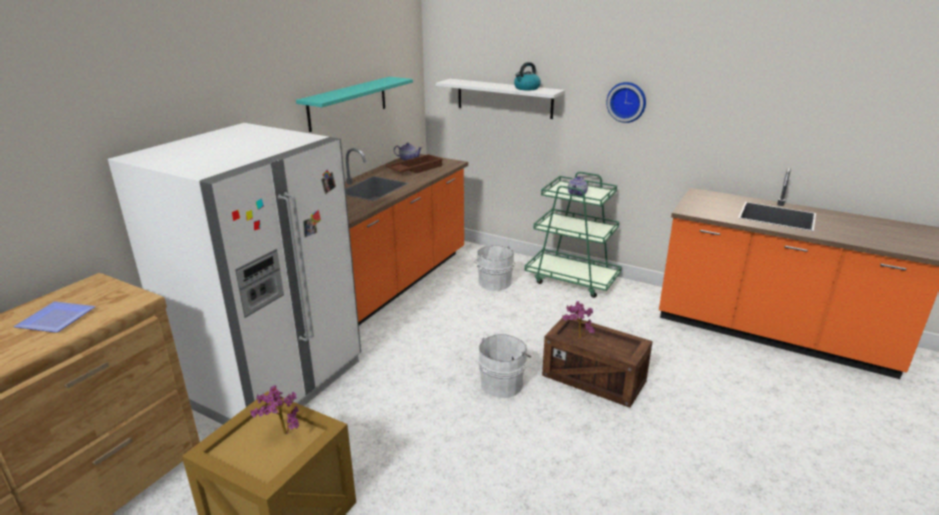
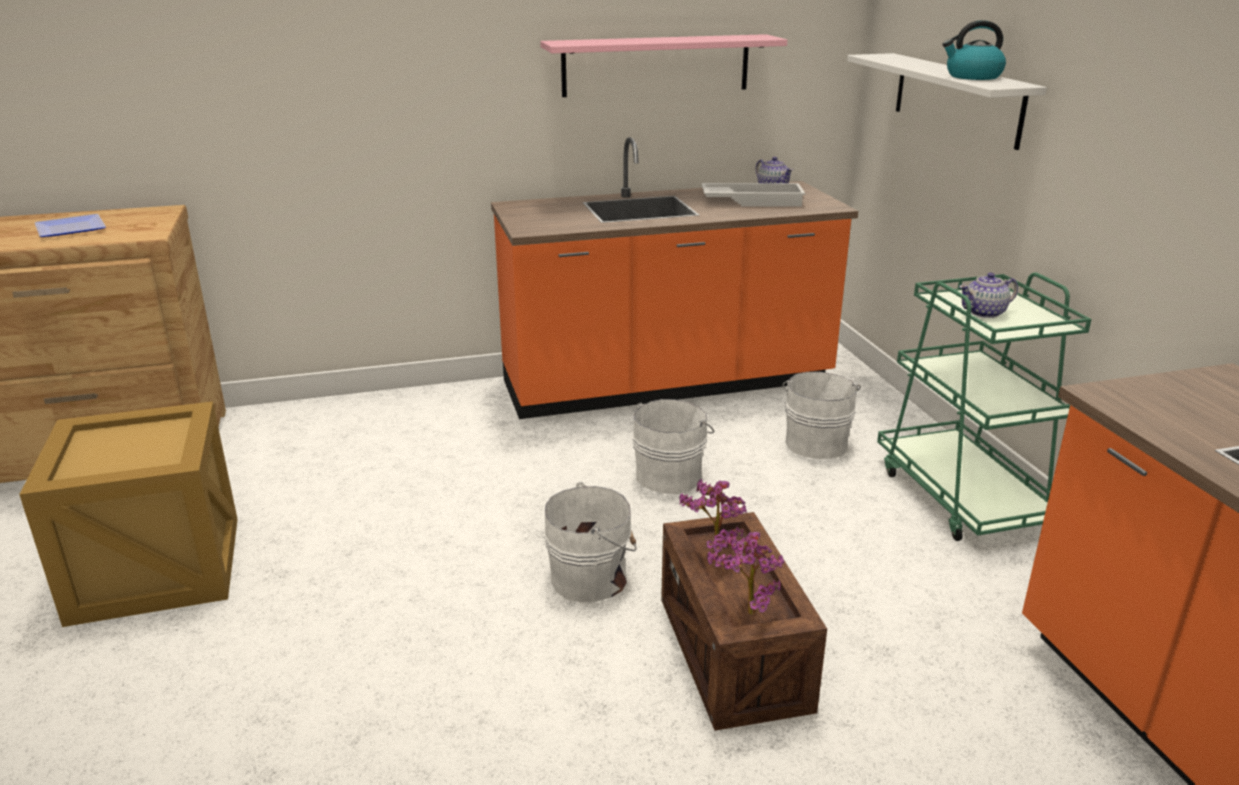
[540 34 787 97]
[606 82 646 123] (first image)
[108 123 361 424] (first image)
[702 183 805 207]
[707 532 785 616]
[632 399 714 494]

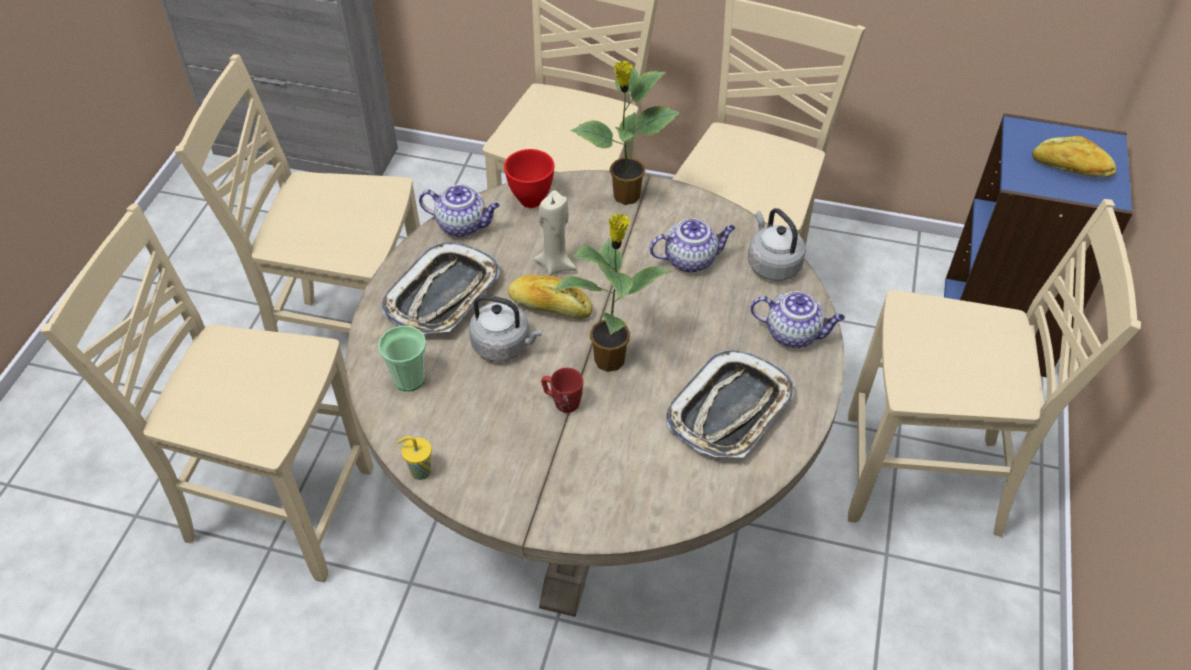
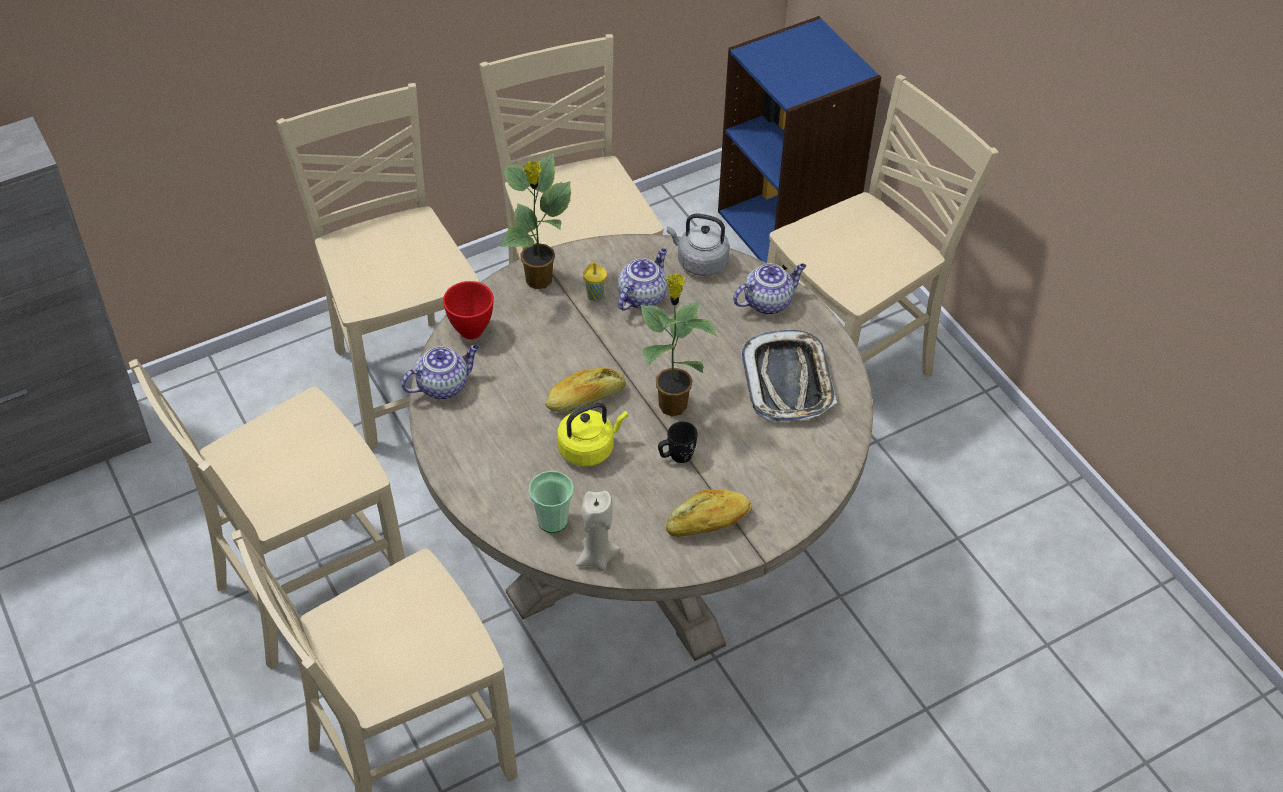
[666 489 752 537]
[575 491 621 571]
[382 243 499 334] (first image)
[557 402 628 467]
[658 421 698 463]
[583 262 607 301]

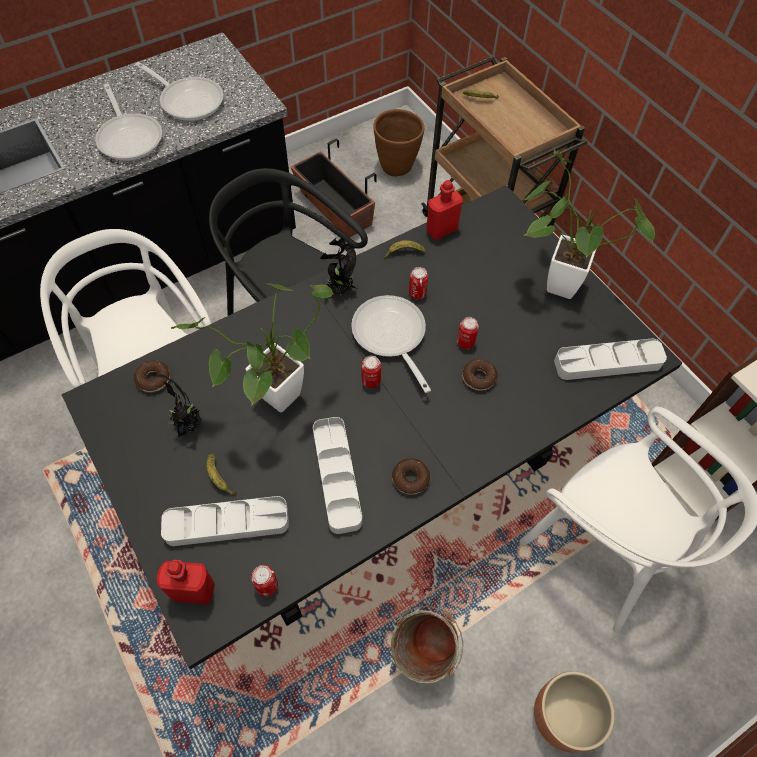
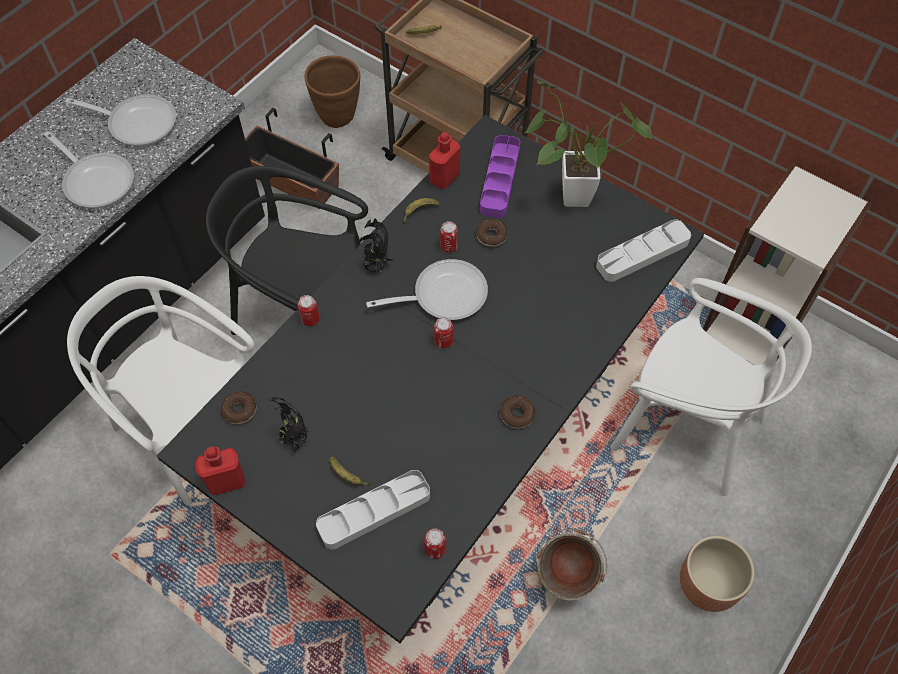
[171 283 334 413] (first image)
[366 259 488 320]
[298 295 319 326]
[476 219 508 247]
[313 417 362 534] (first image)
[195 446 245 496]
[480 135 520 218]

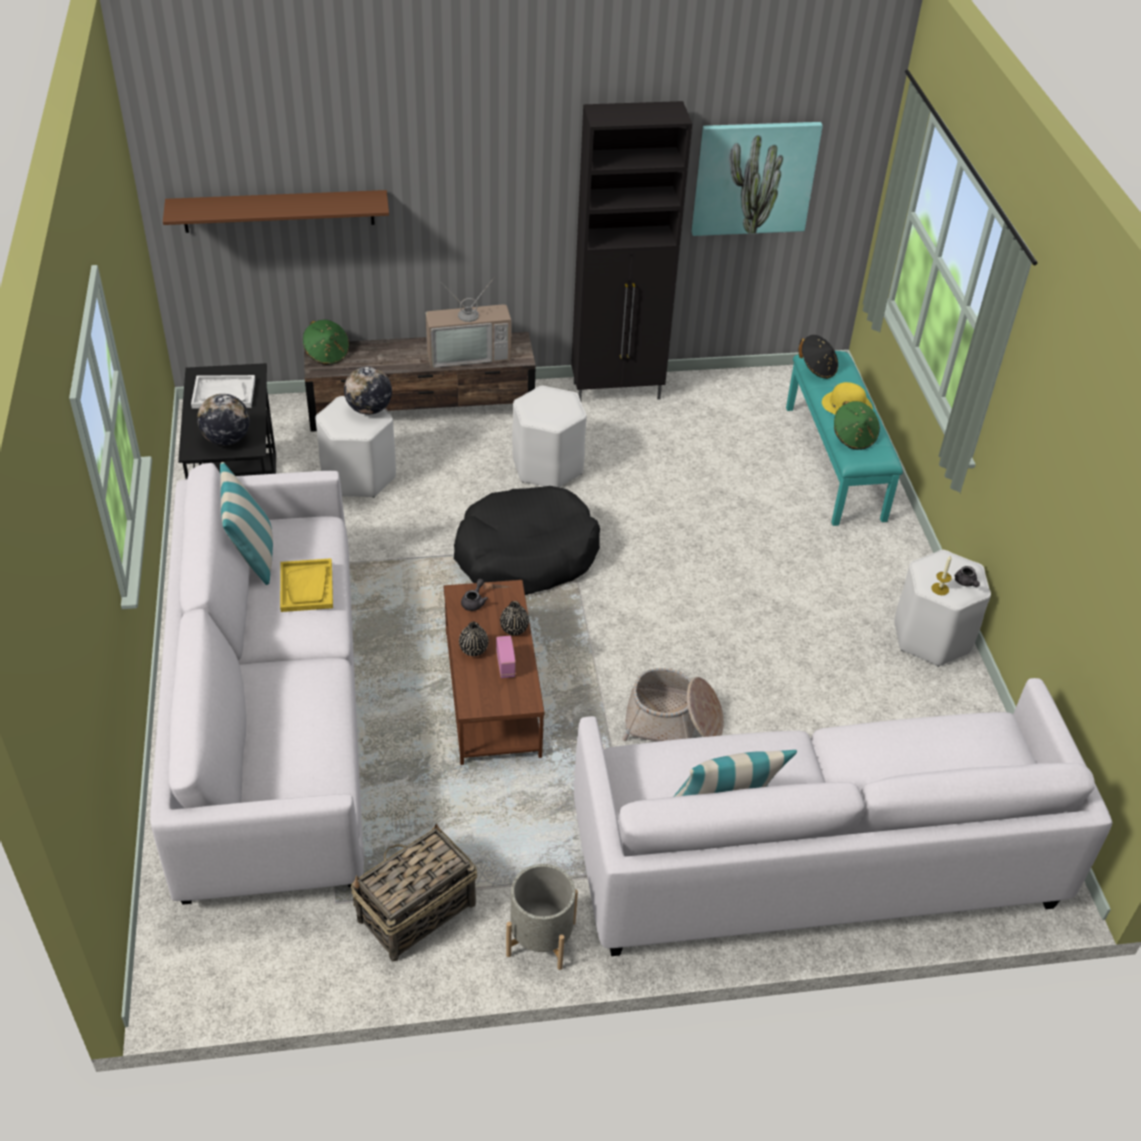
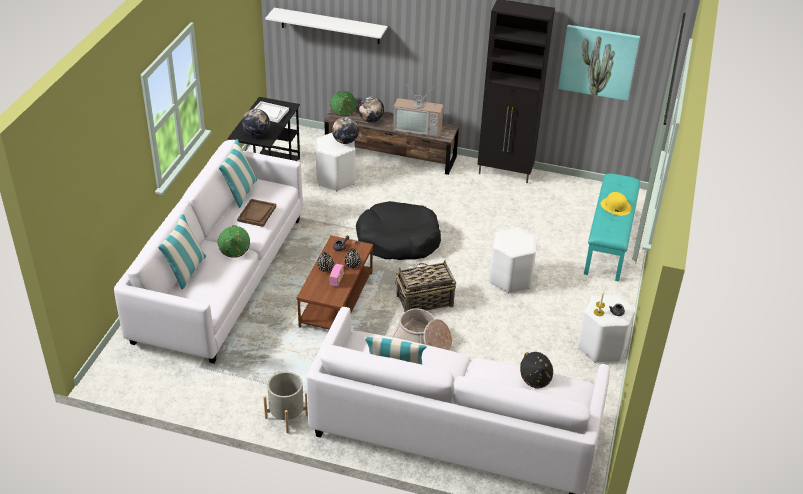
[265 8 387 44]
[520 352 553 388]
[489 227 538 293]
[217 225 250 258]
[237 199 276 227]
[396 260 456 312]
[358 96 384 122]
[158 214 206 290]

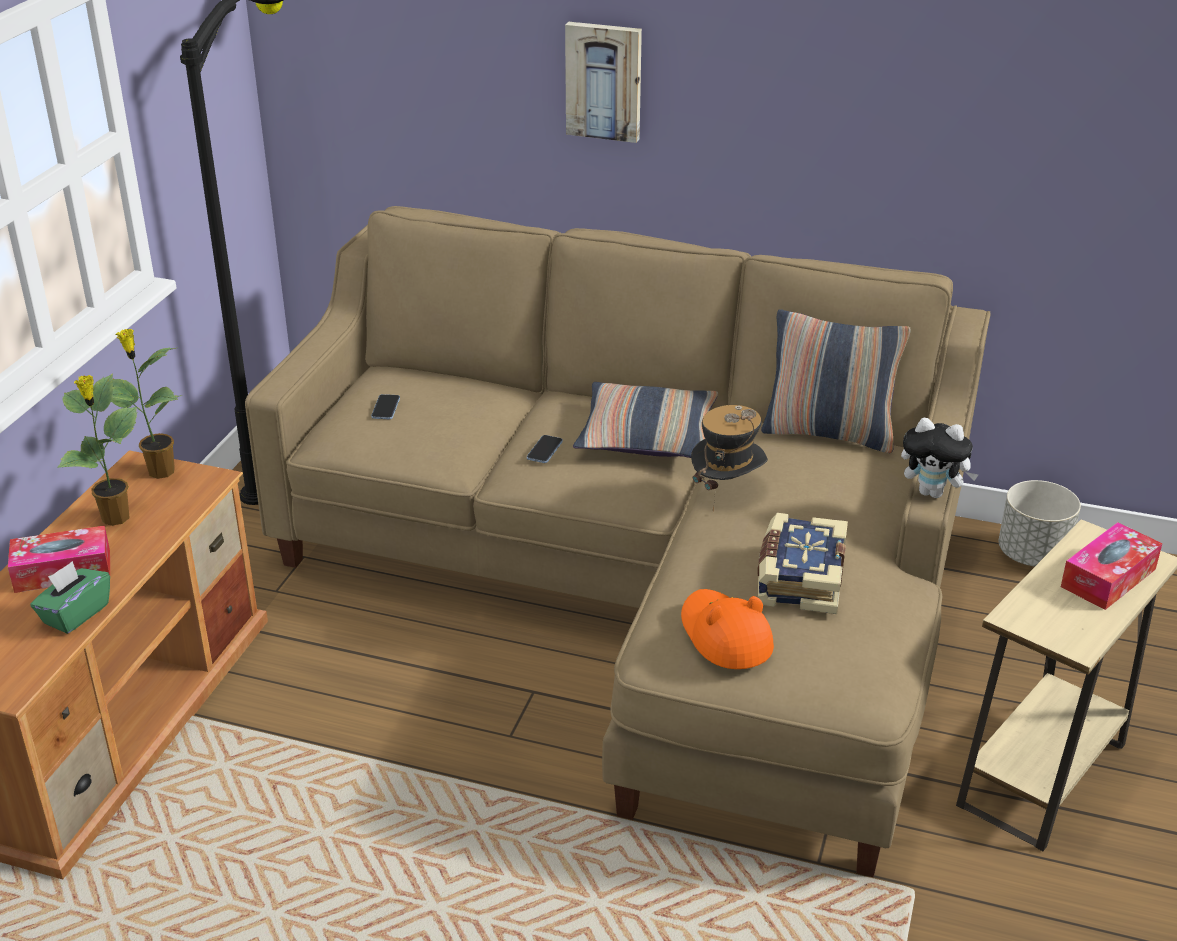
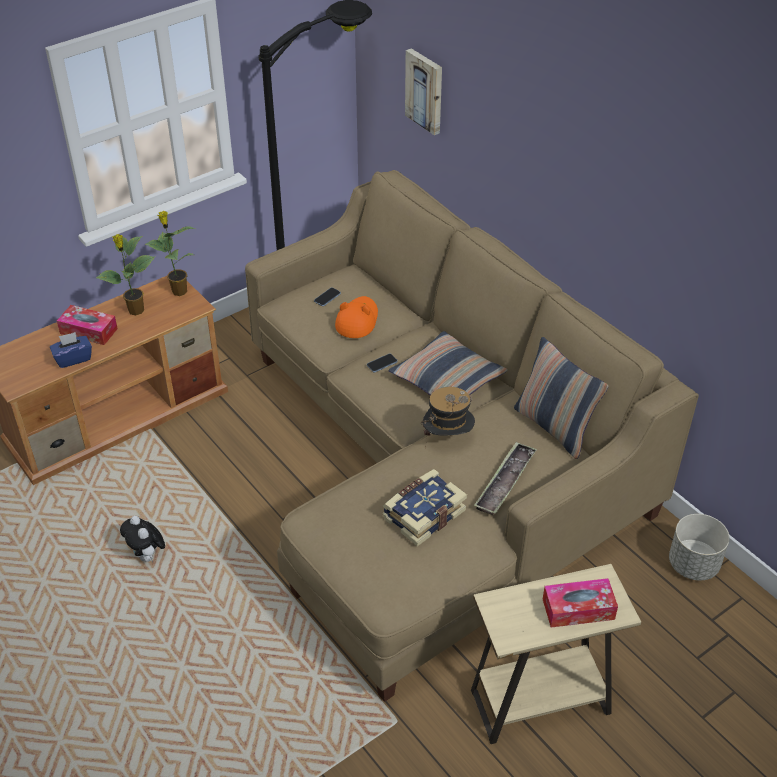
[405 48 442 135]
[120 516 165 562]
[50 332 92 368]
[335 296 378 338]
[474 442 537 515]

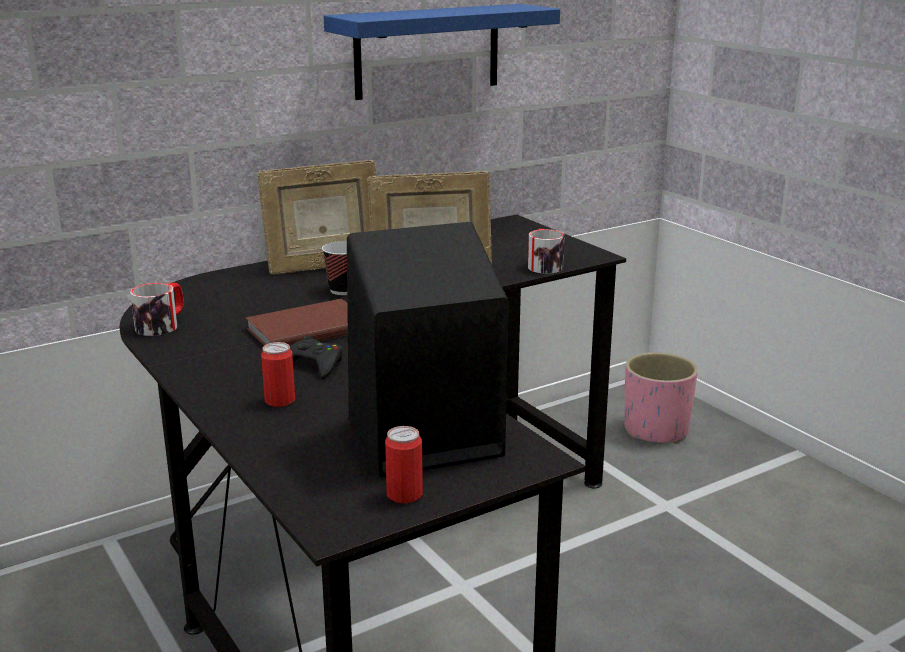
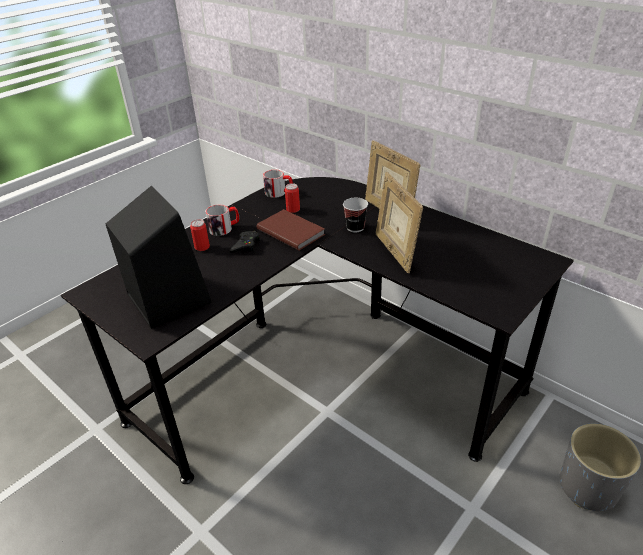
[324 4 560 100] (first image)
[205 204 239 236]
[560 423 641 511]
[285 183 300 213]

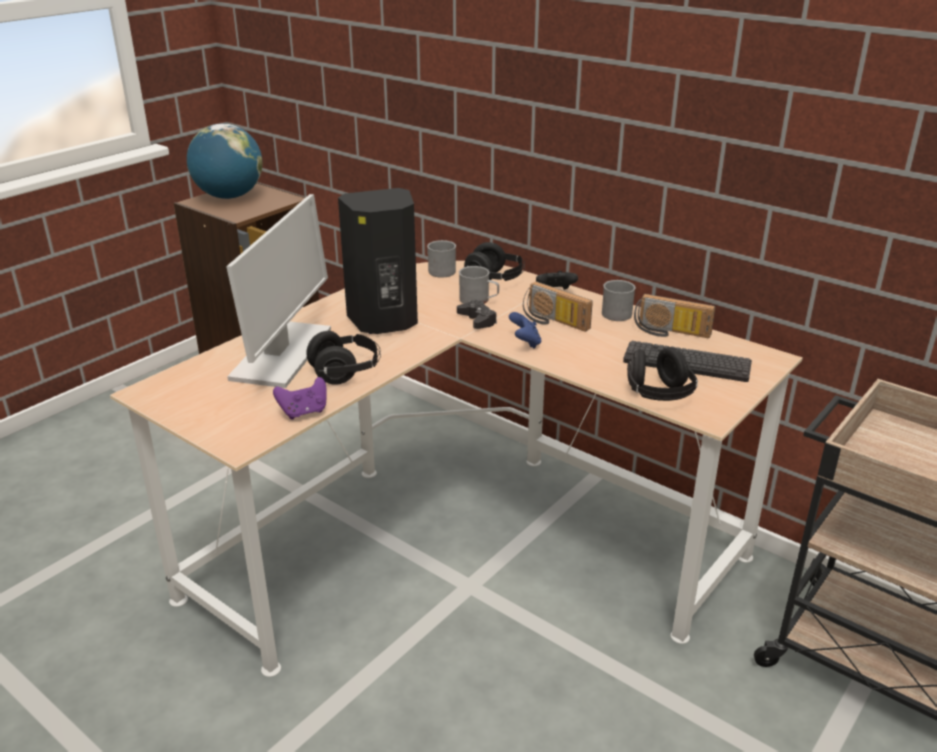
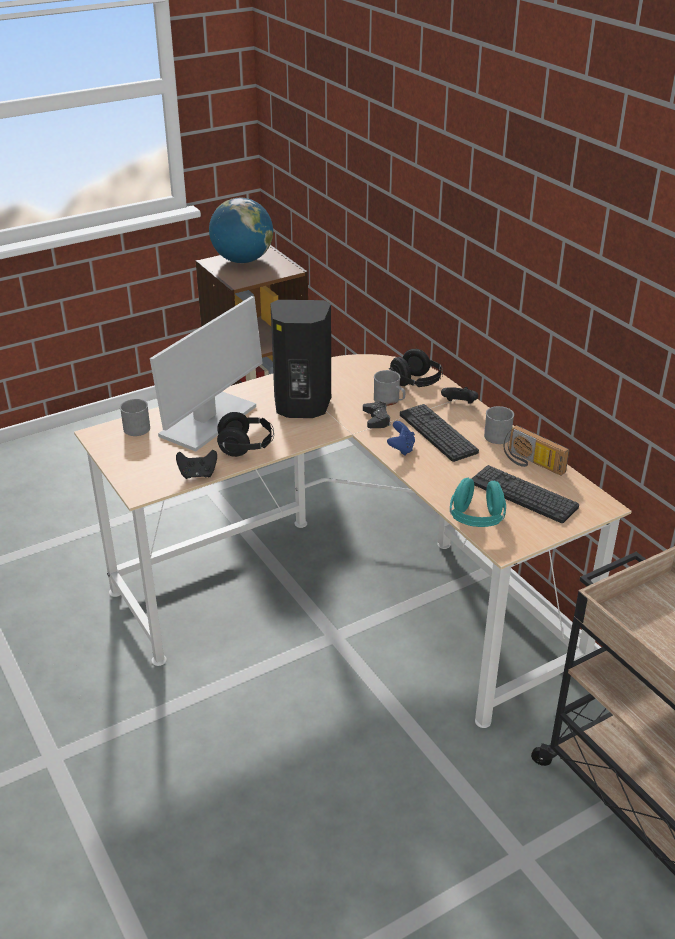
[120 399 150 436]
[400 404 479 462]
[450 478 506 527]
[176 450 217 479]

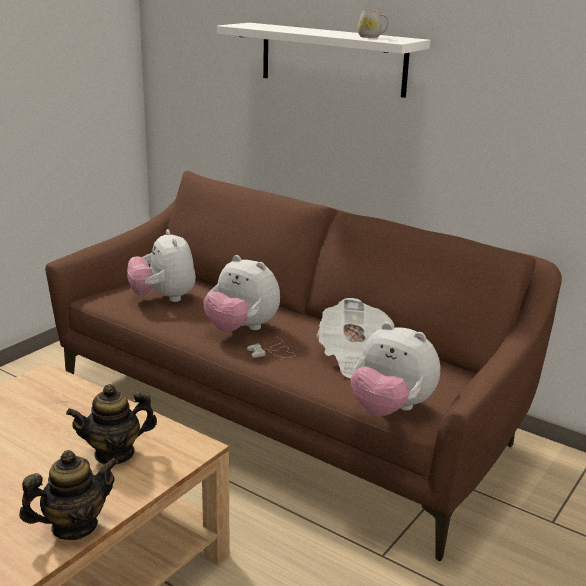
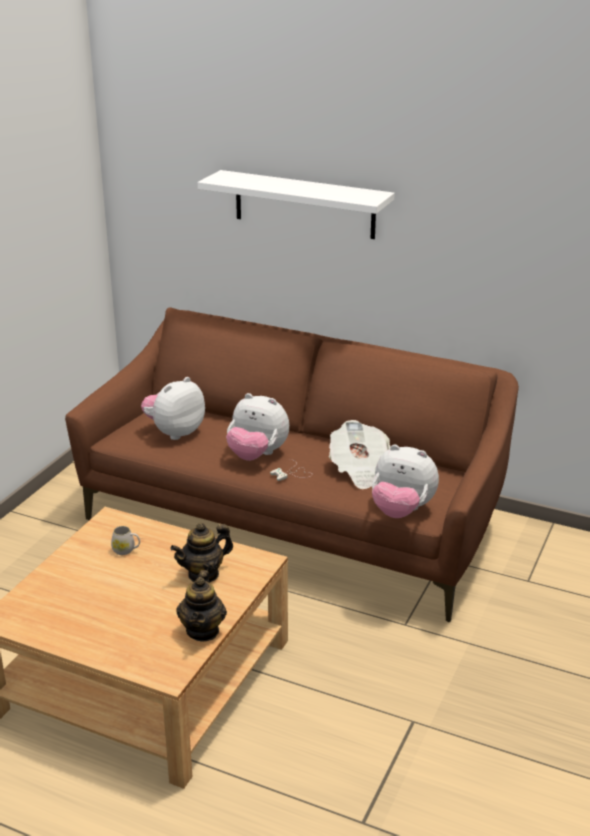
[111 526 140 555]
[141 377 205 440]
[176 570 227 641]

